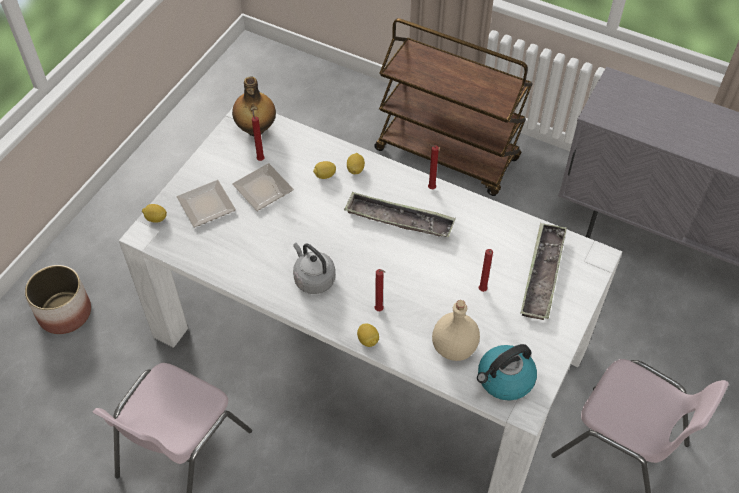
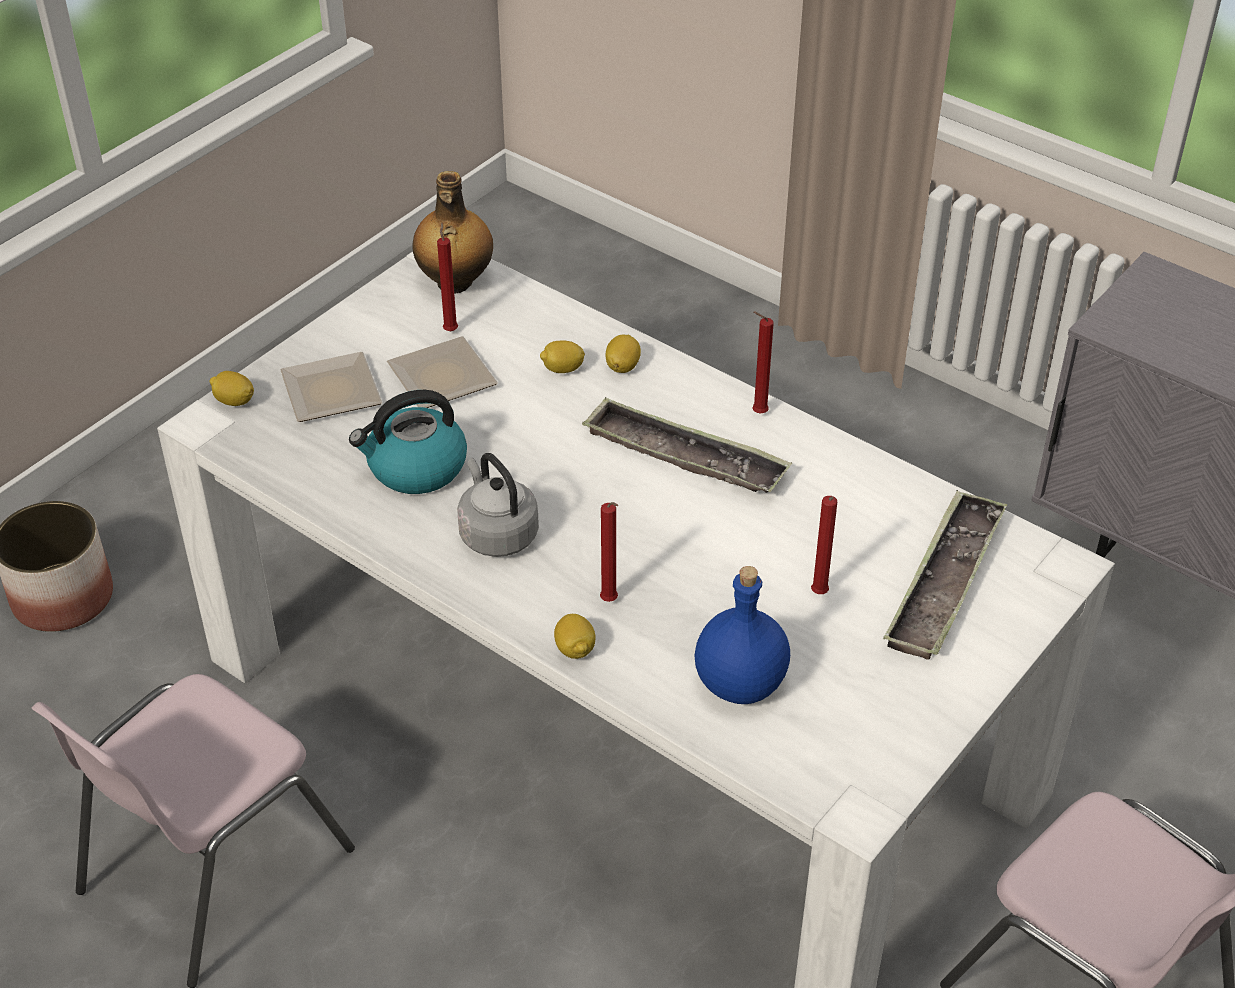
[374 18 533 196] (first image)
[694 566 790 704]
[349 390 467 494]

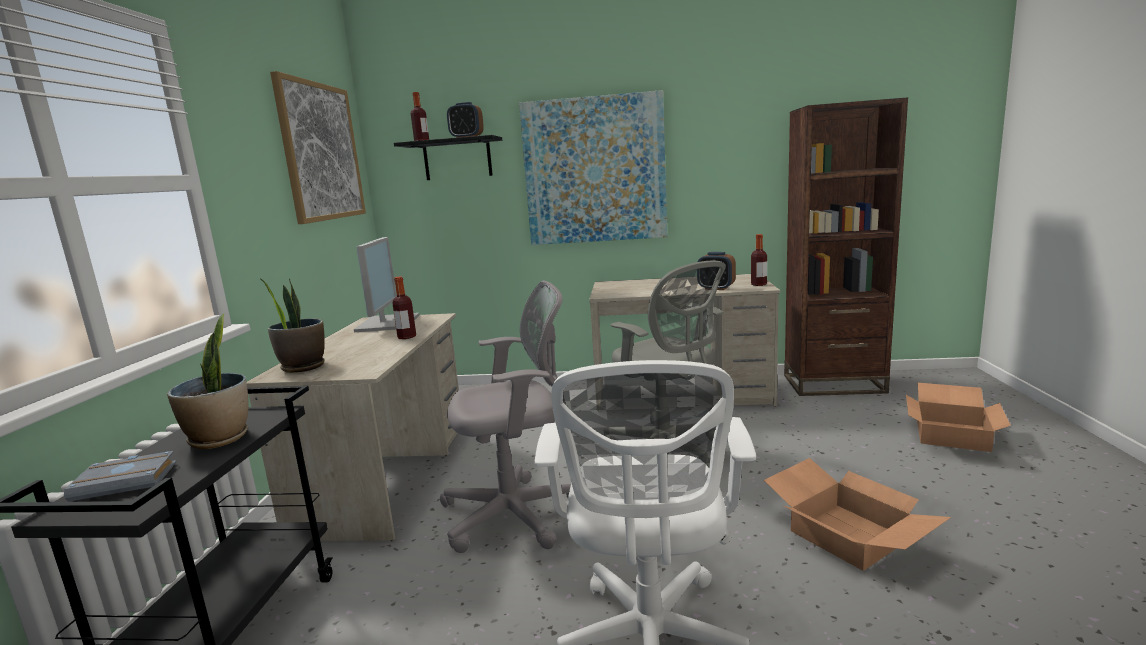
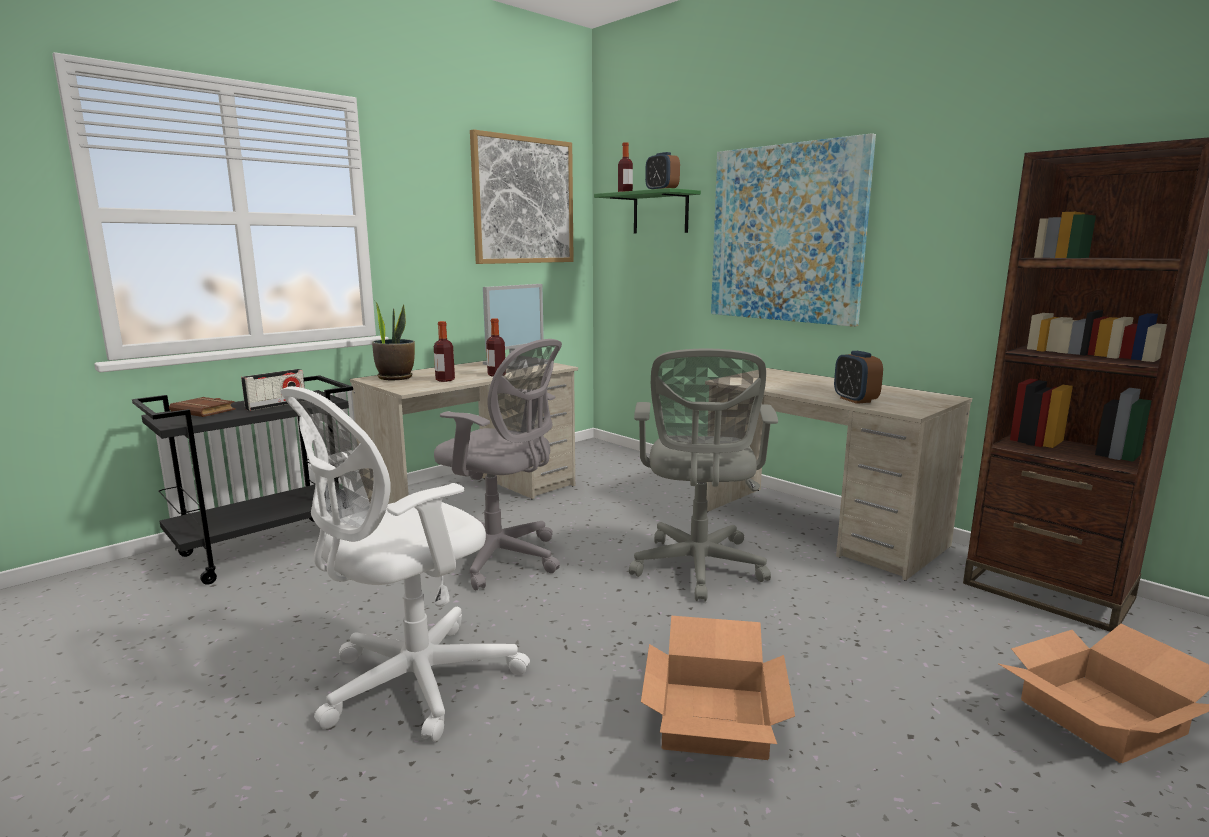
[594 188 701 234]
[434 321 455 382]
[241 369 305 411]
[169 397 236 417]

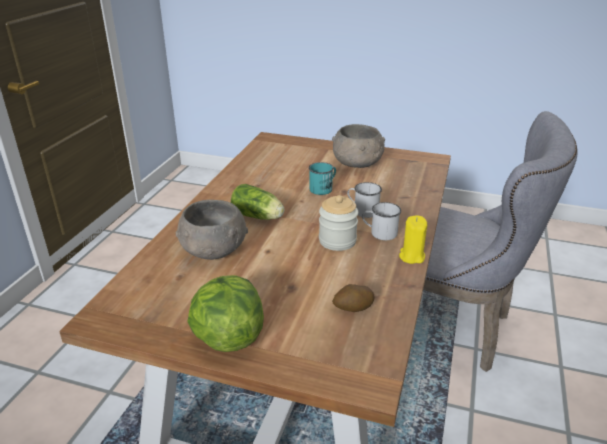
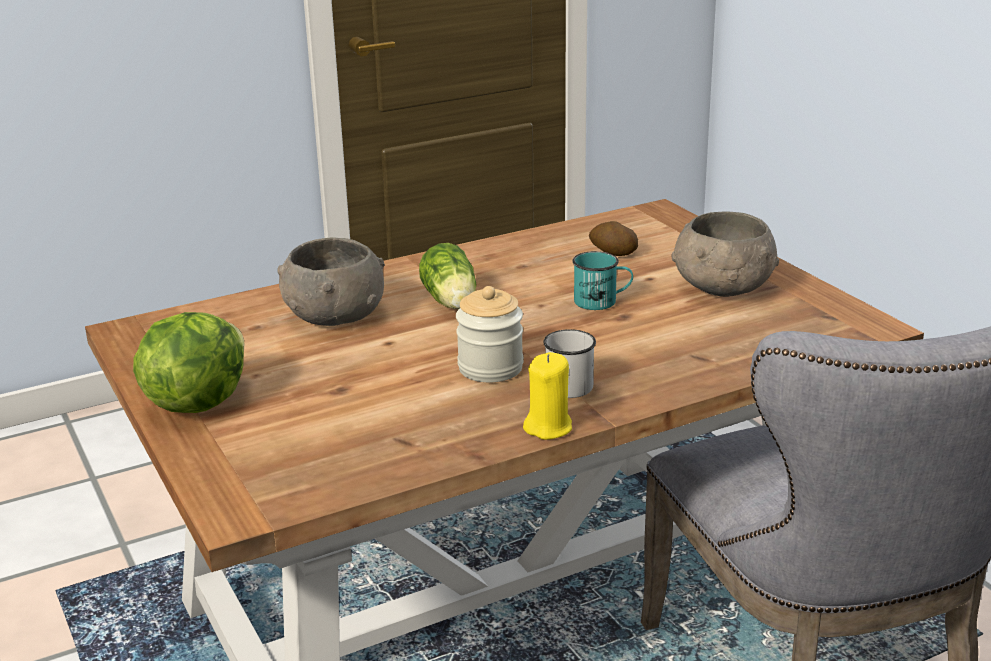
[347 182 382 218] (first image)
[589 221 638 256]

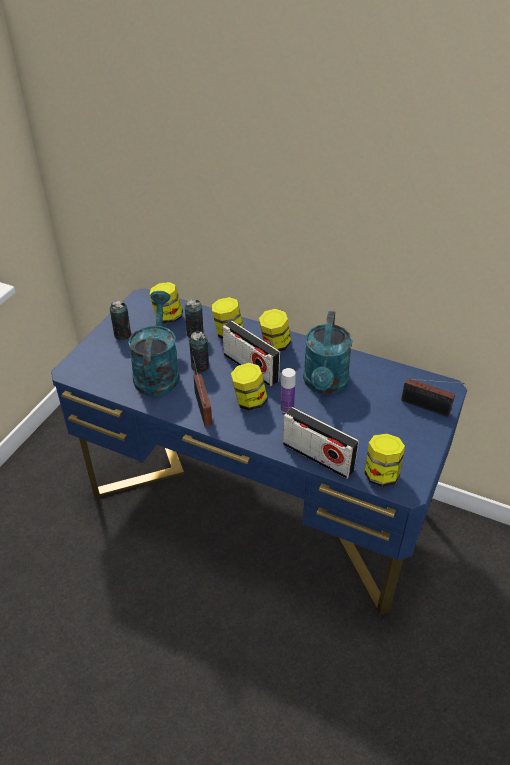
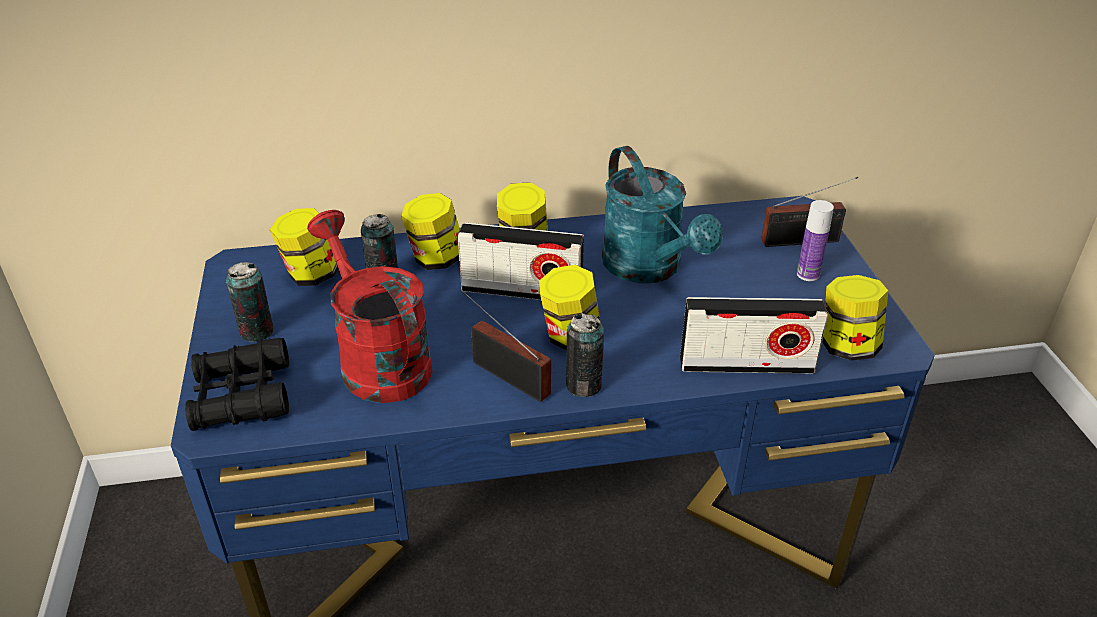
[307 210 433 403]
[566 313 604 397]
[797 200 834 281]
[185 338 289 431]

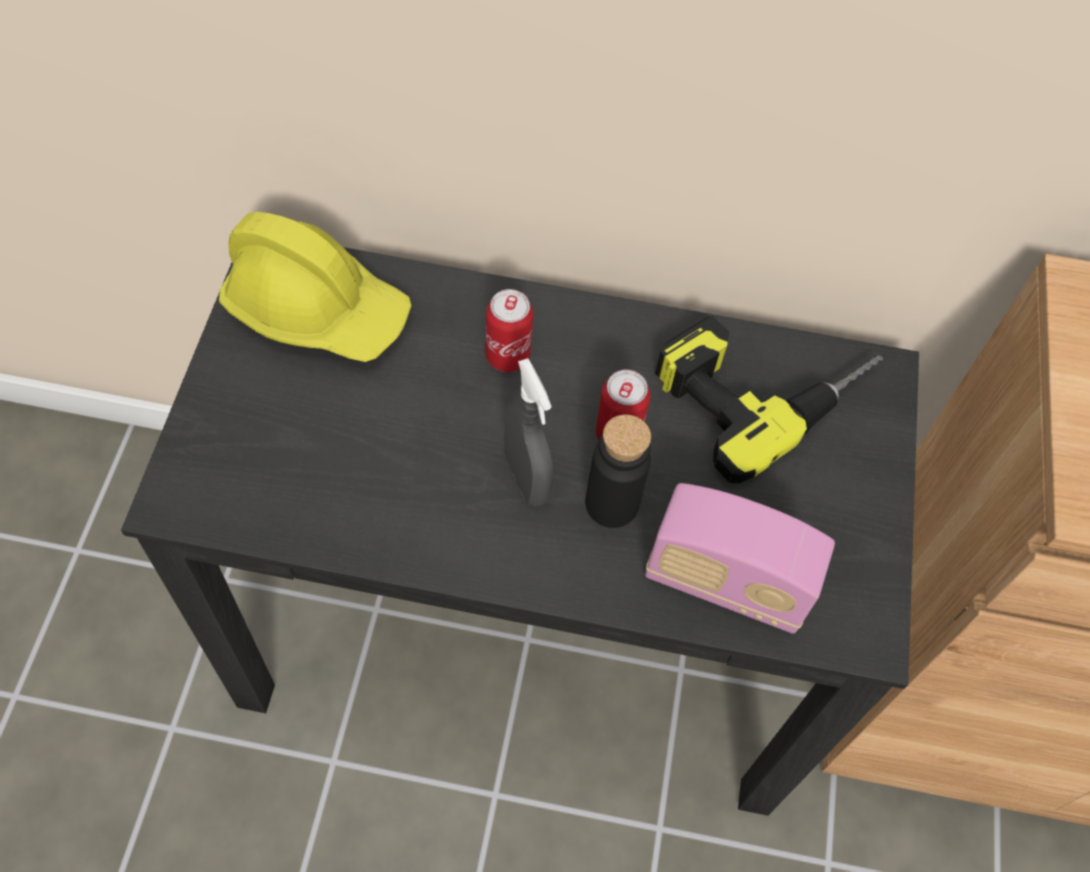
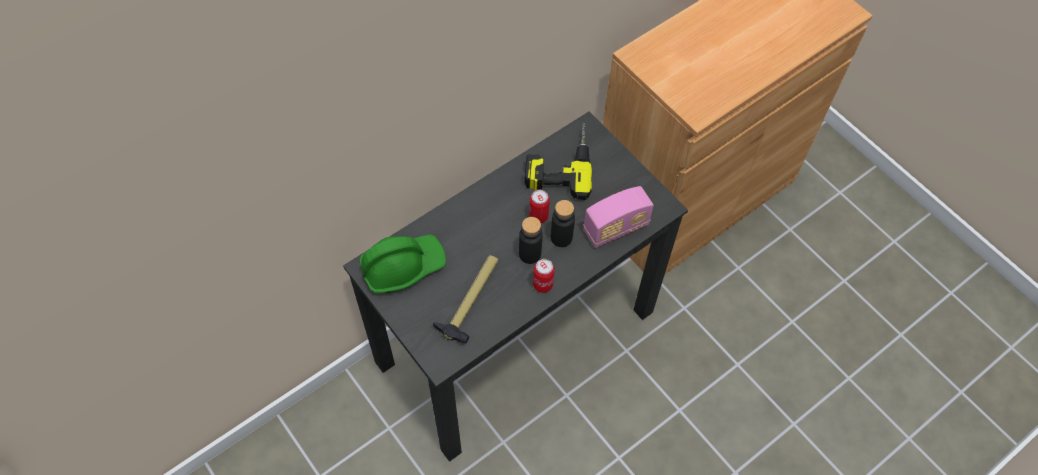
[359 234 446 293]
[533 259 555 293]
[519 217 543 264]
[433 255 499 344]

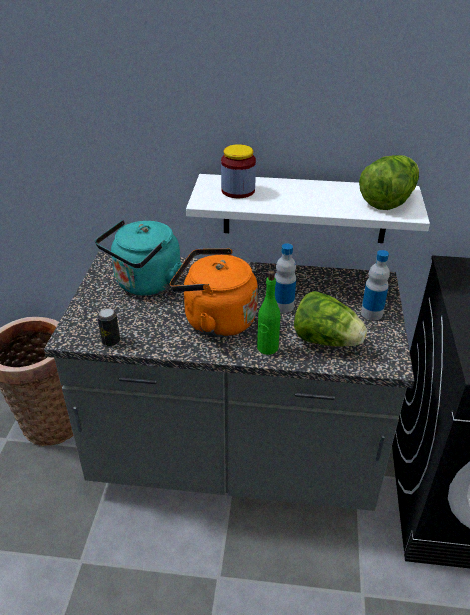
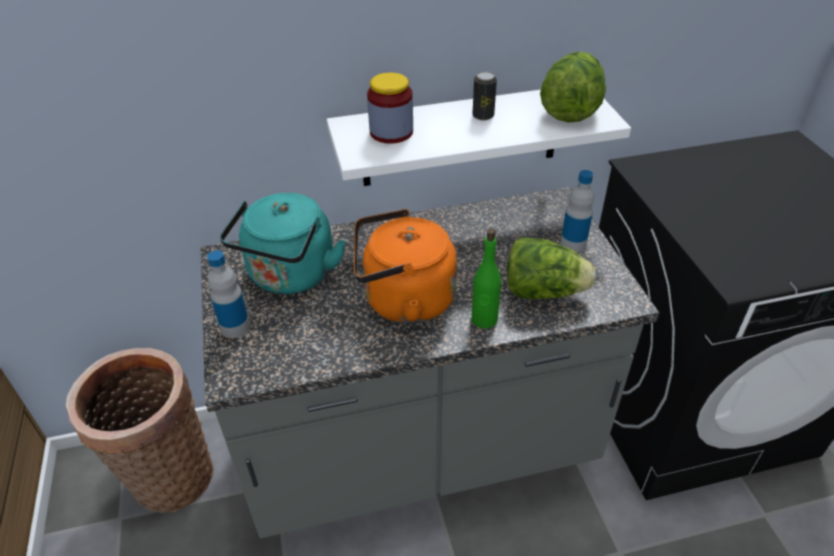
[207 250 250 338]
[472 72 497 120]

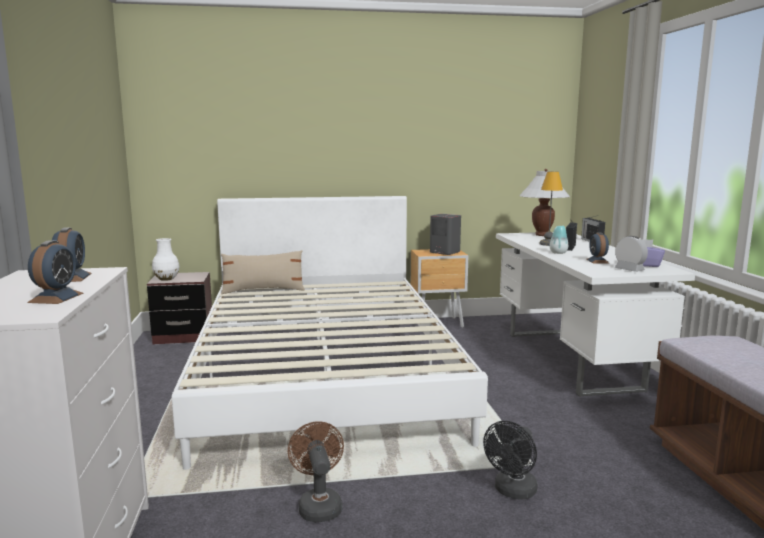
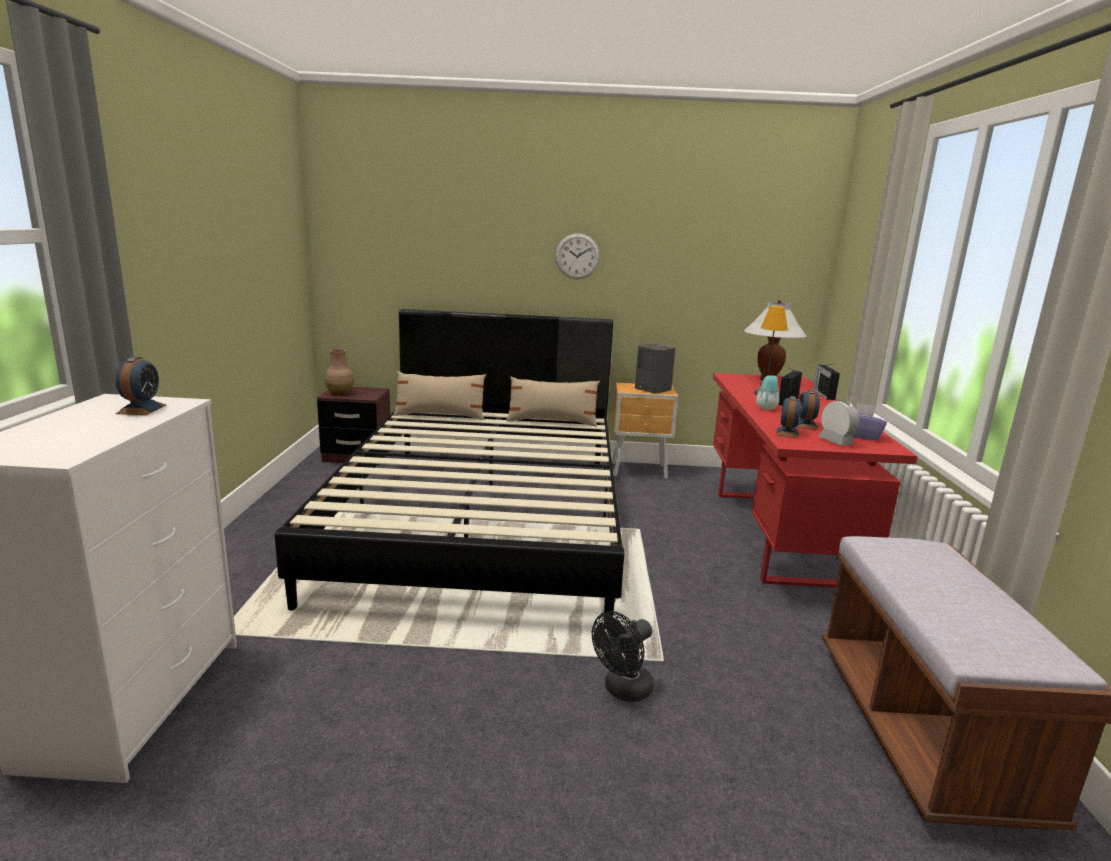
[275 309 624 628]
[713 373 918 588]
[325 349 354 395]
[777 396 801 438]
[288 421 344 522] (first image)
[555 233 600 279]
[506 377 600 426]

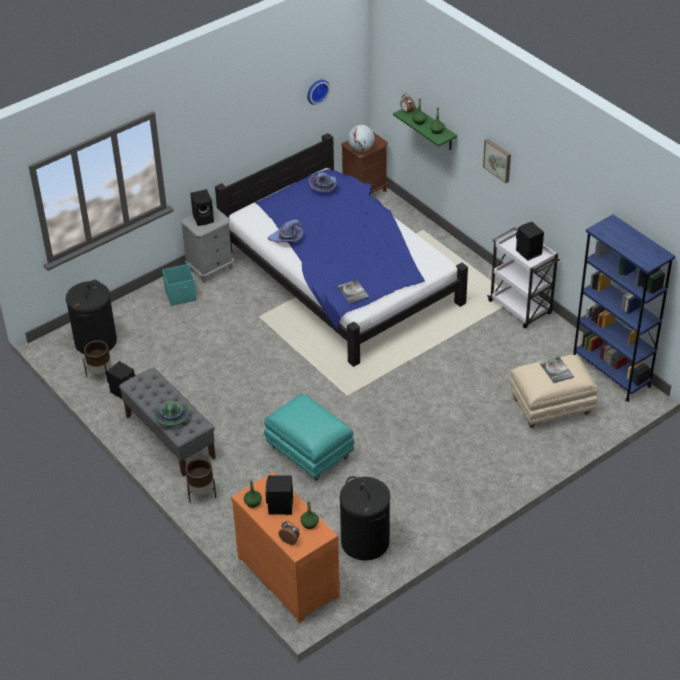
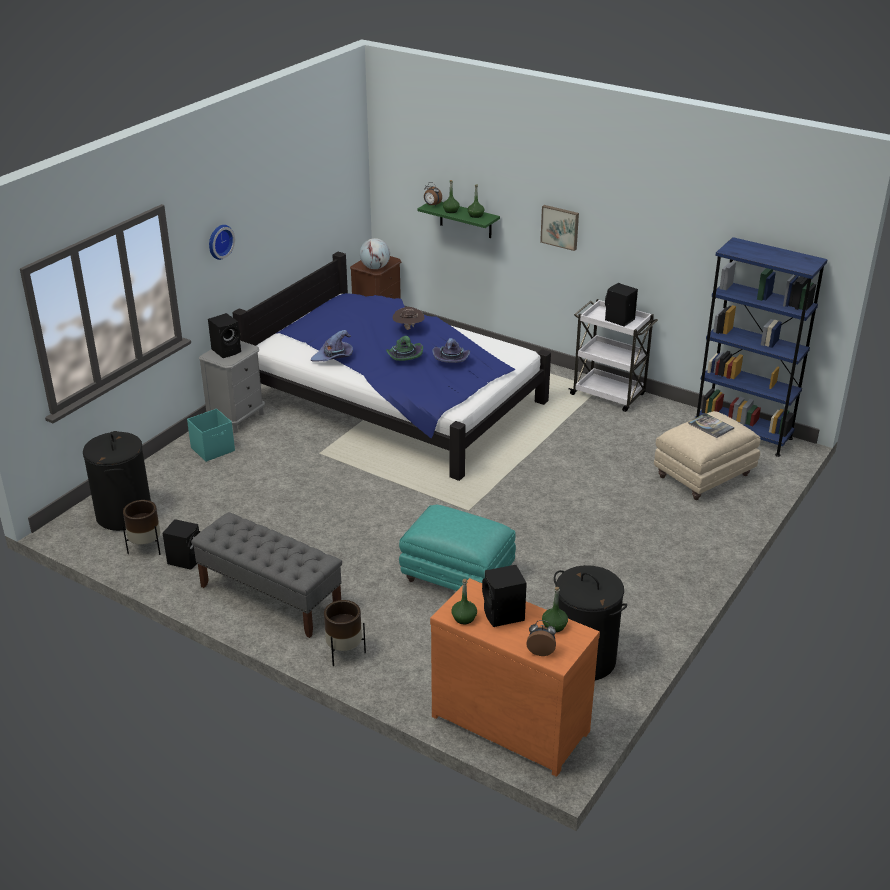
[209 225 235 260]
[432 338 470 363]
[338 279 369 304] (first image)
[386 336 423 361]
[392 307 425 330]

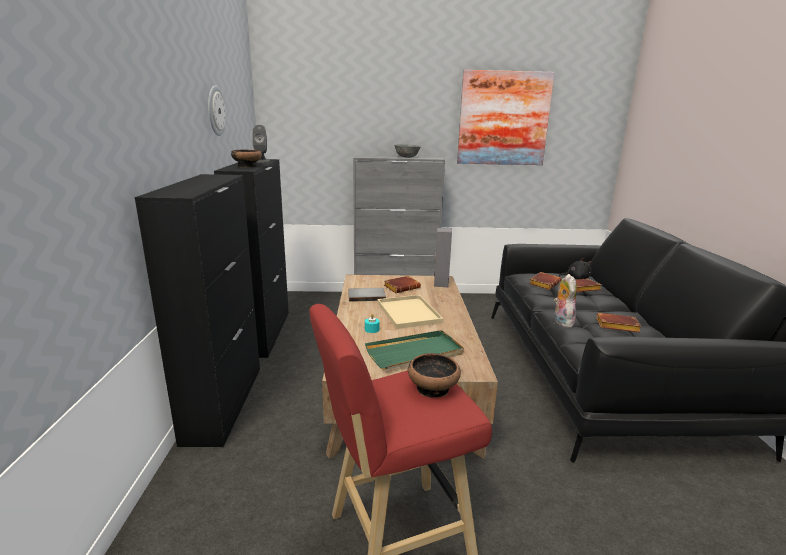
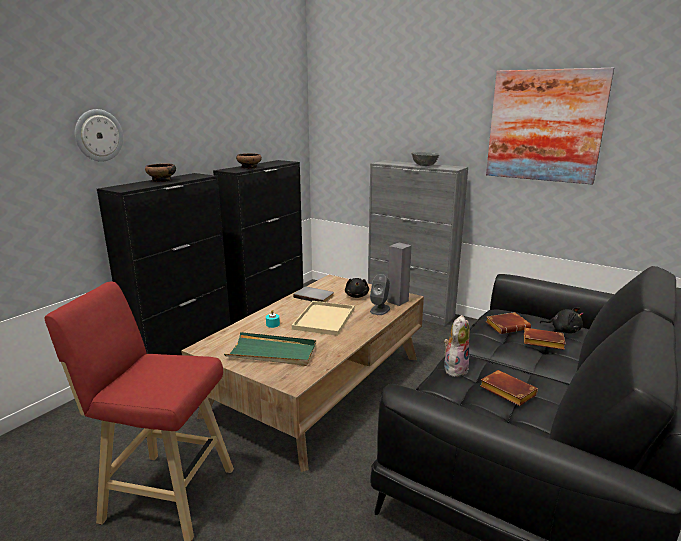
[75 109 123 162]
[370 274 390 315]
[345 278 369 298]
[145 163 176 182]

